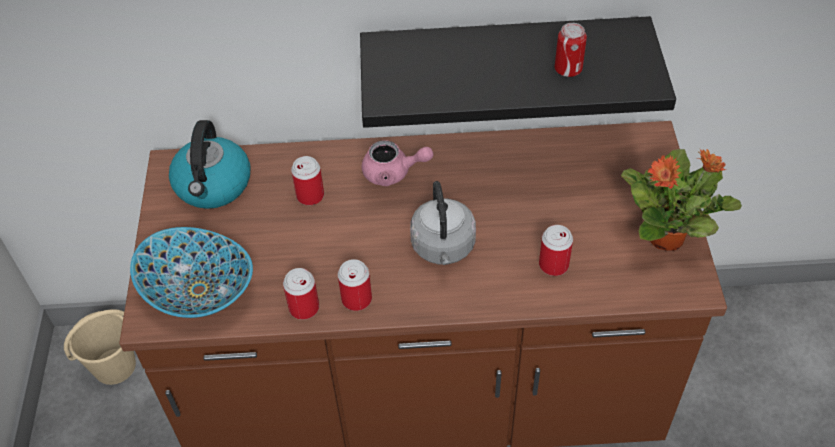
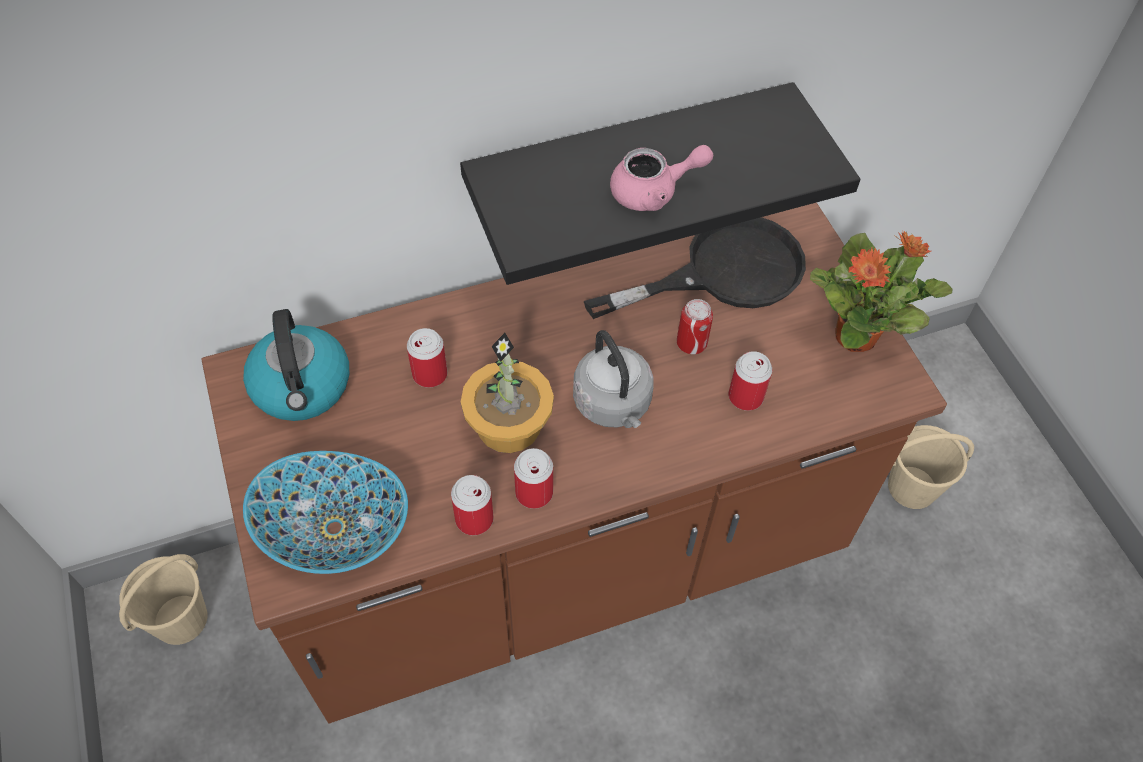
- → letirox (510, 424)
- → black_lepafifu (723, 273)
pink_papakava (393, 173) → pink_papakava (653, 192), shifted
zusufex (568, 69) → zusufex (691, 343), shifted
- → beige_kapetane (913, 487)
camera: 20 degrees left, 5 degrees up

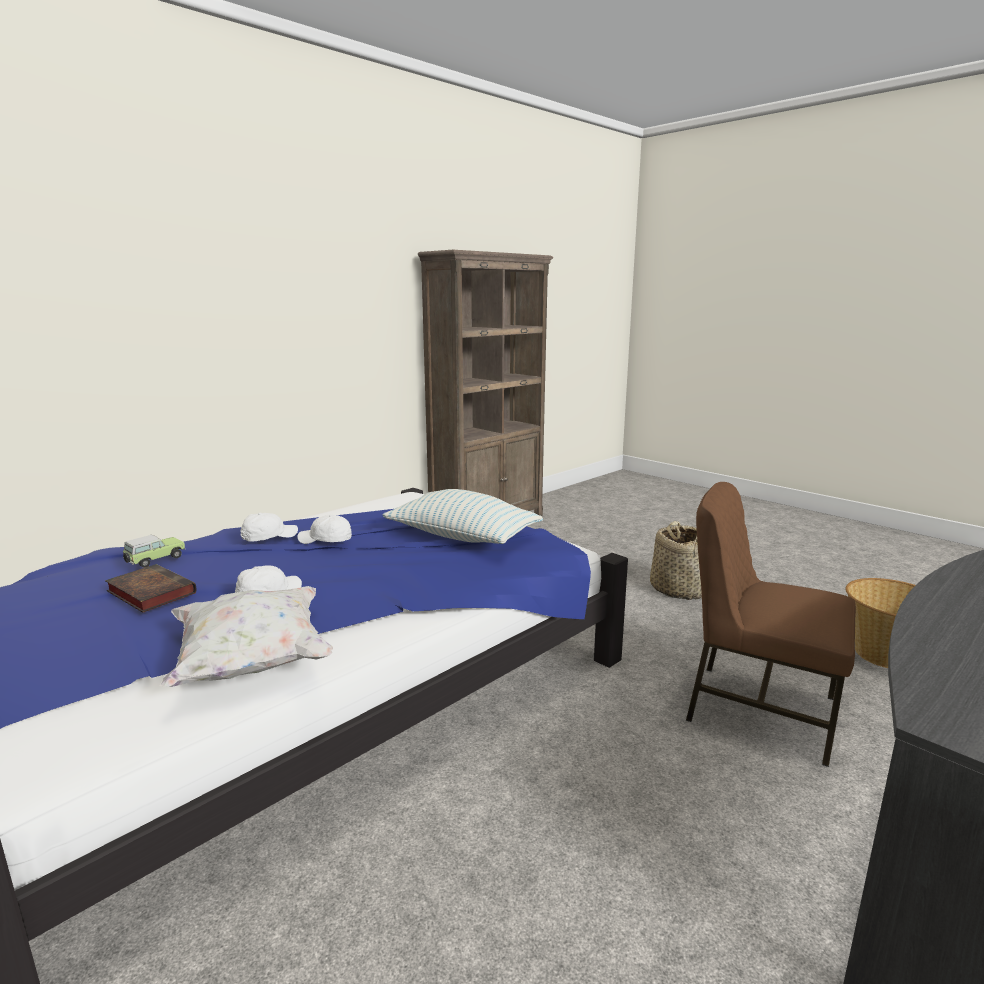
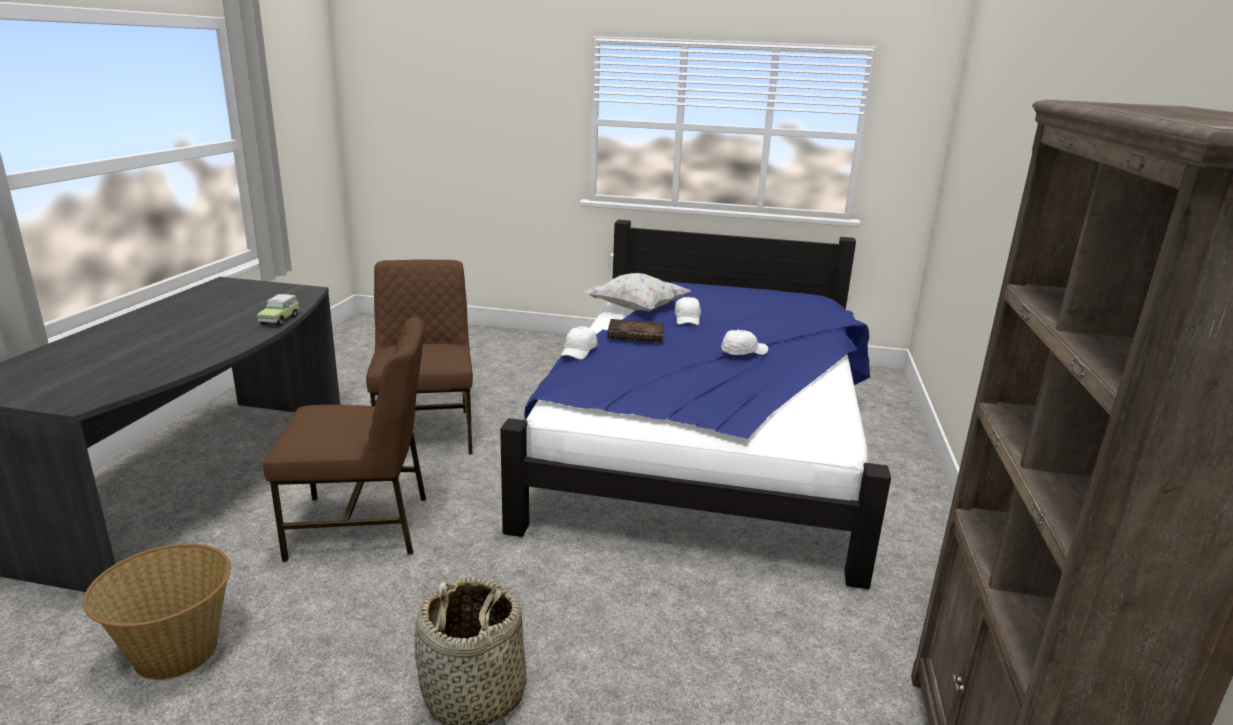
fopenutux (154, 560) → fopenutux (280, 319), shifted
- → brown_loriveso (427, 432)
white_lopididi (268, 537) → white_lopididi (579, 352), shifted
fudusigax (149, 592) → fudusigax (637, 334), shifted
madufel (462, 536) → -
camera: 145 degrees right, 5 degrees up

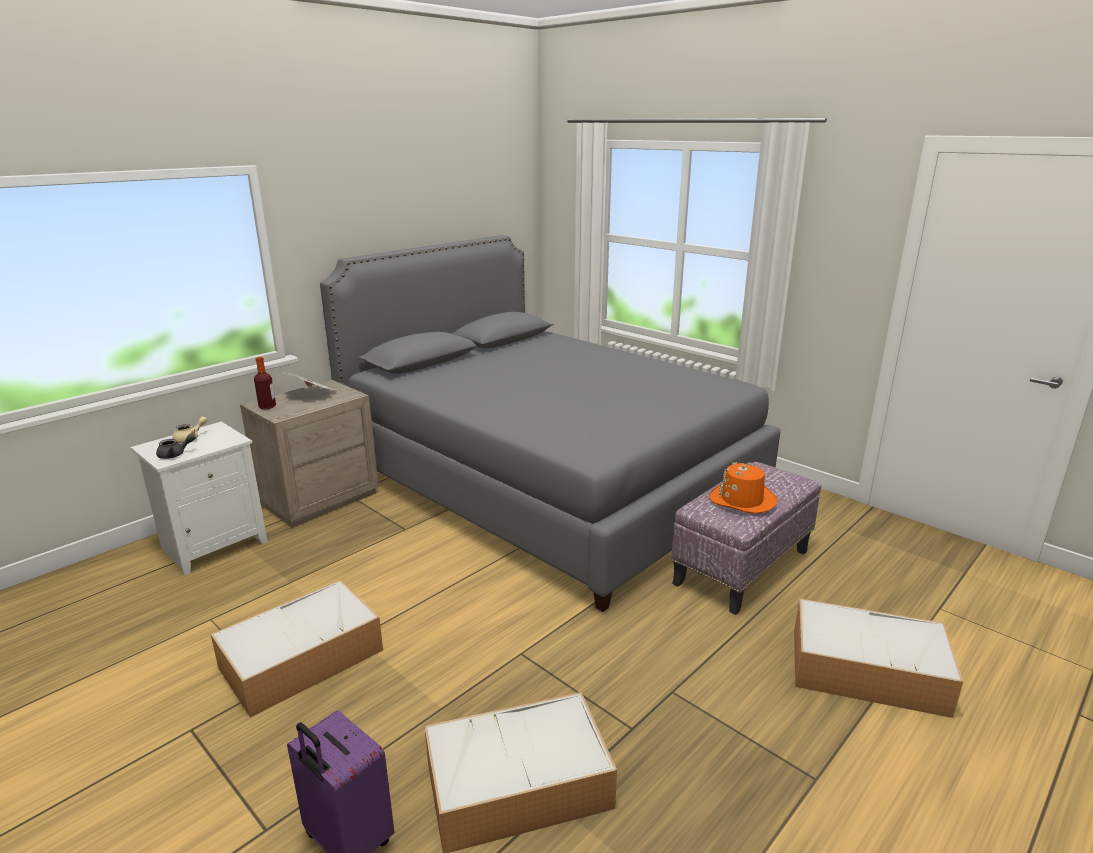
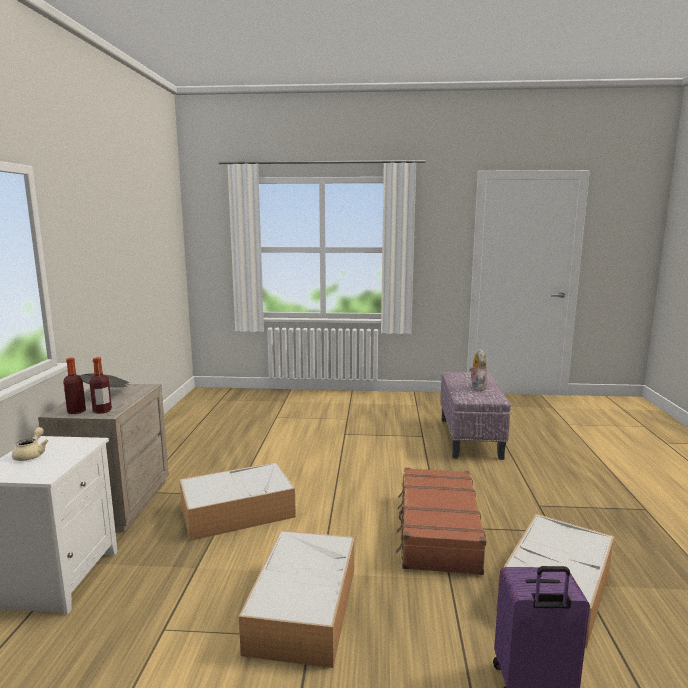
- → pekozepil (102, 411)
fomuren (869, 671) → fomuren (239, 511), shifted
- → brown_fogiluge (437, 531)
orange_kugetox (742, 500) → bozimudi (477, 387)
grey_papakava (175, 454) → -
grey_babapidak (548, 481) → -
camera: 40 degrees left, 10 degrees down

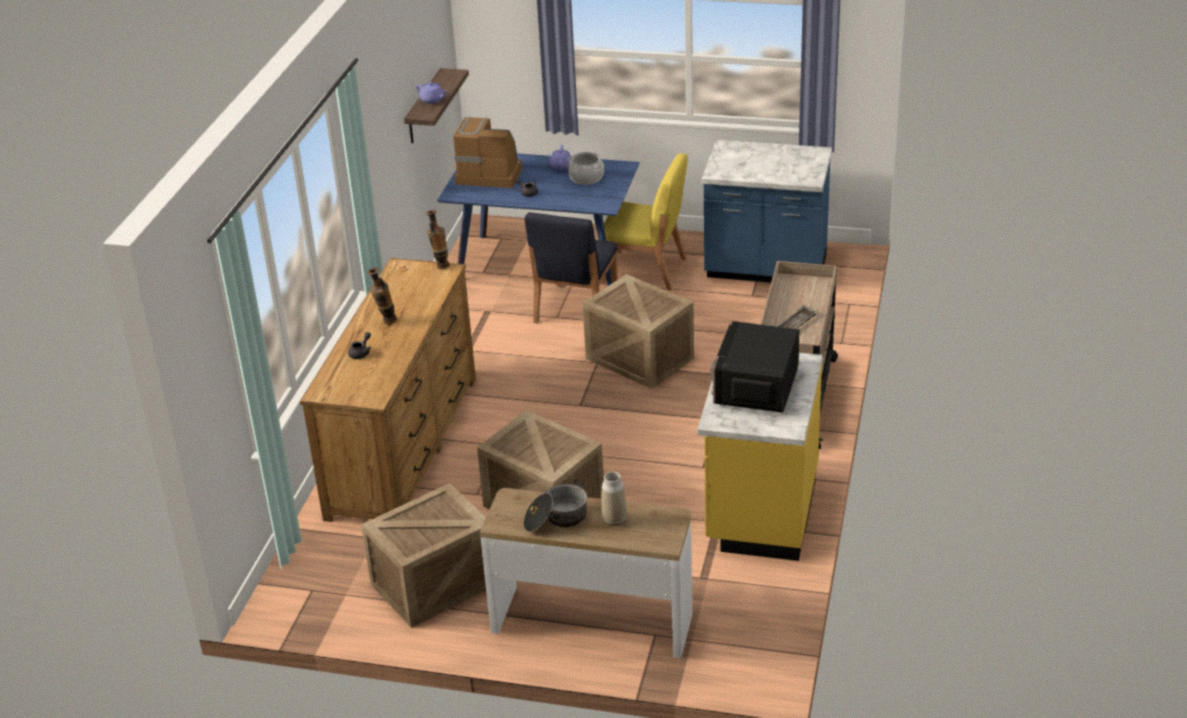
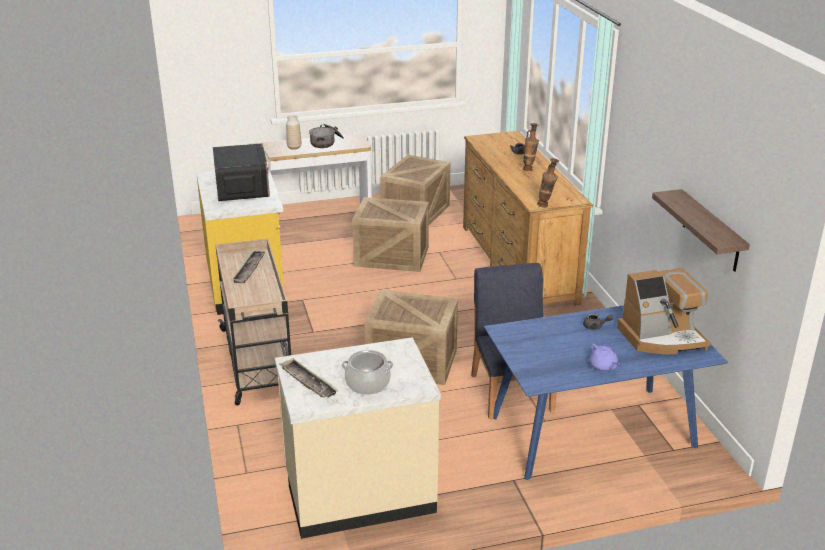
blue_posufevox (766, 269) → beige_posufevox (359, 493)
- → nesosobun (308, 382)
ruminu (586, 178) → ruminu (367, 384), shifted
purple_papakava (432, 100) → -
yellow_loriveso (645, 271) → -
camera: 150 degrees right, 5 degrees down

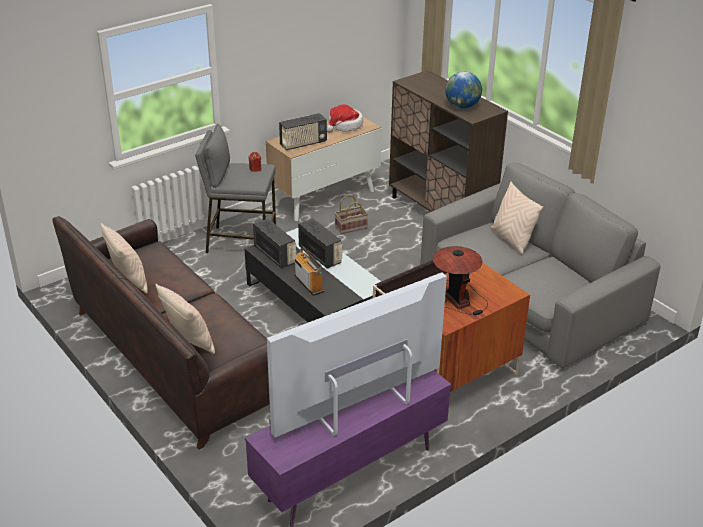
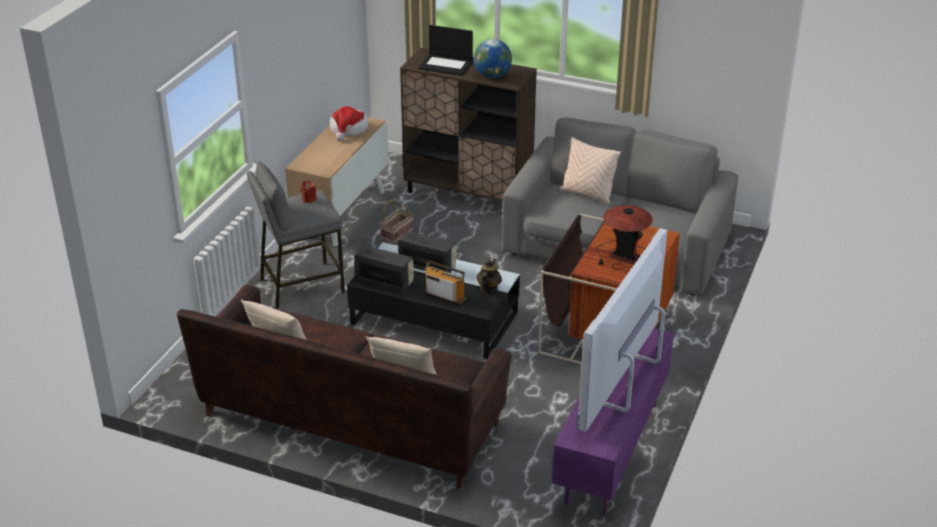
- → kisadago (446, 65)
- → papakava (488, 289)
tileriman (303, 144) → -
camera: 30 degrees left, 0 degrees up

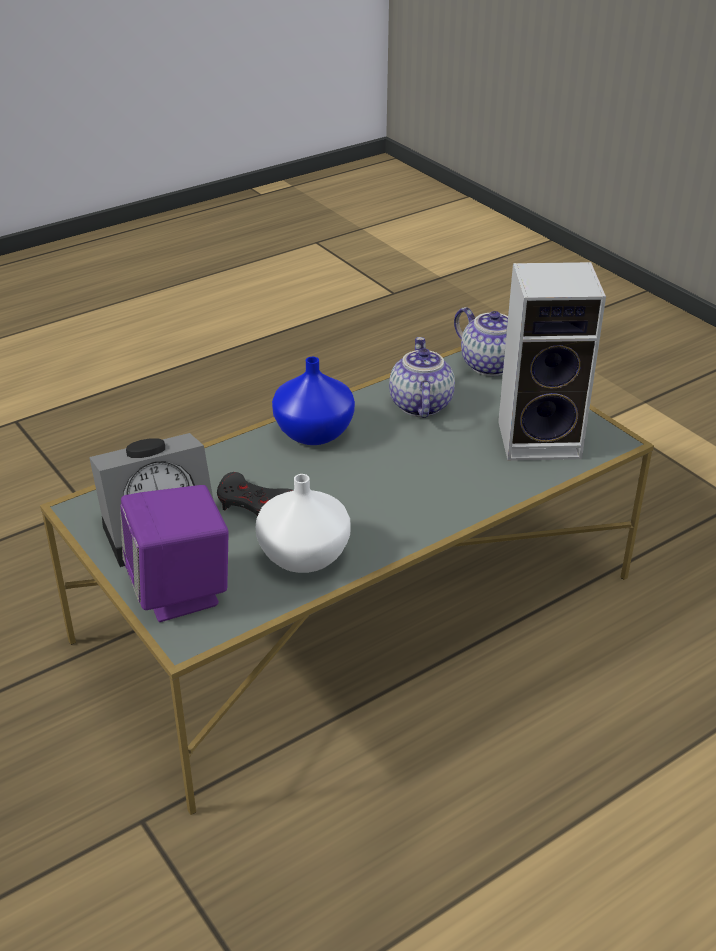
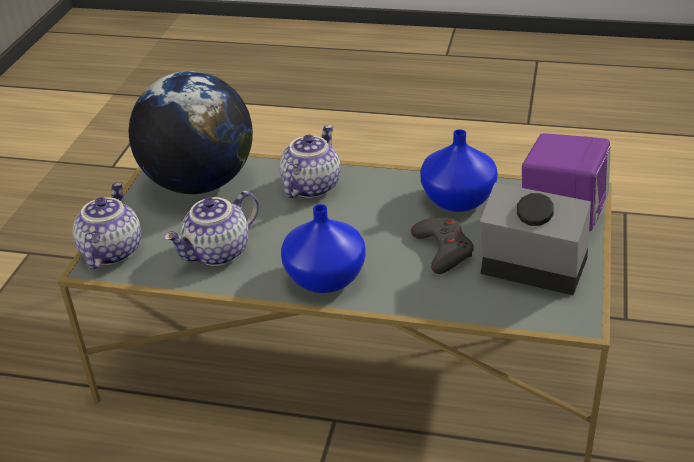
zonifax (542, 439) → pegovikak (199, 183)
- → papakava (310, 186)
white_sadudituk (302, 556) → blue_sadudituk (459, 200)
camera: 130 degrees left, 0 degrees up

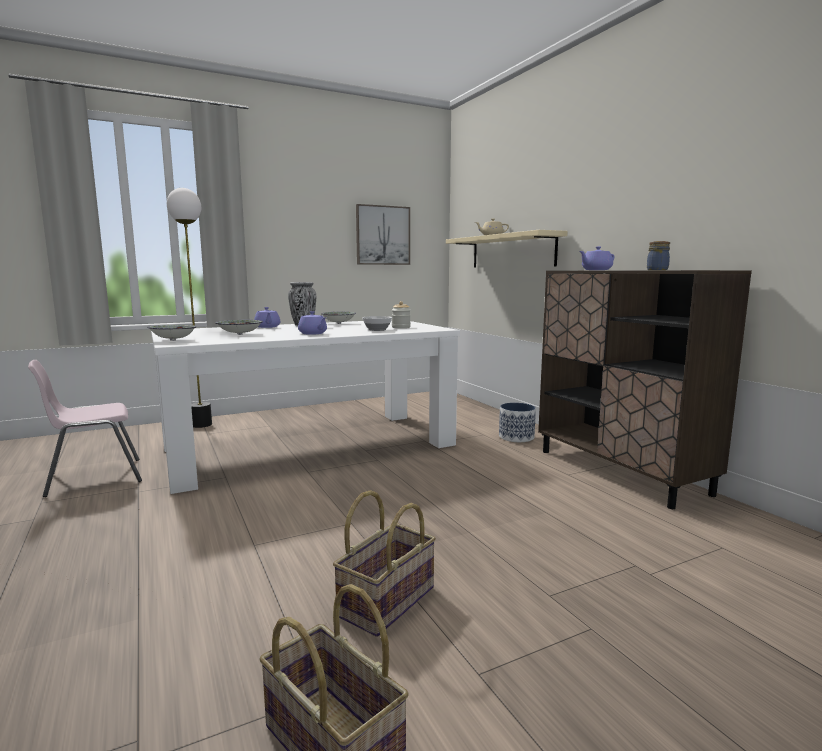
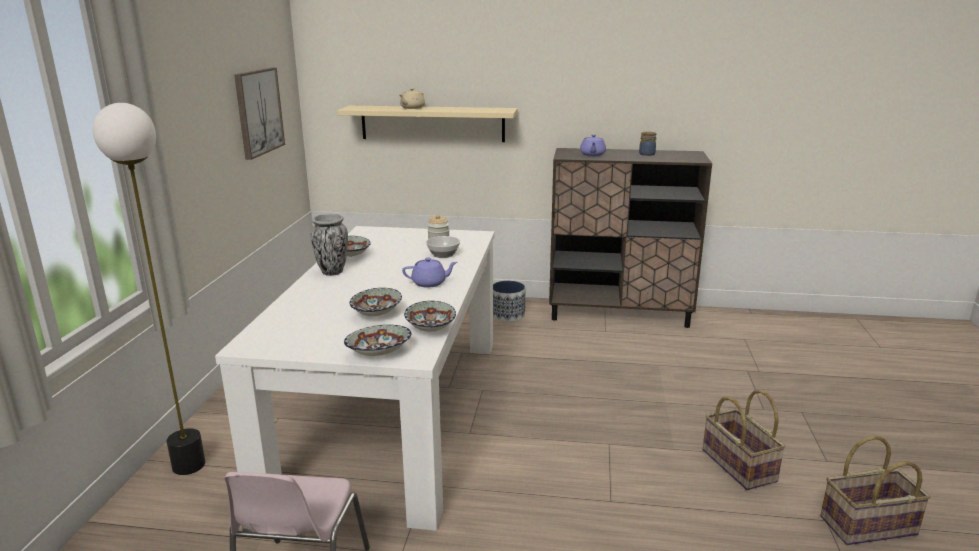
- → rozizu (430, 329)
purple_papakava (267, 327) → -
camera: 55 degrees left, 10 degrees up

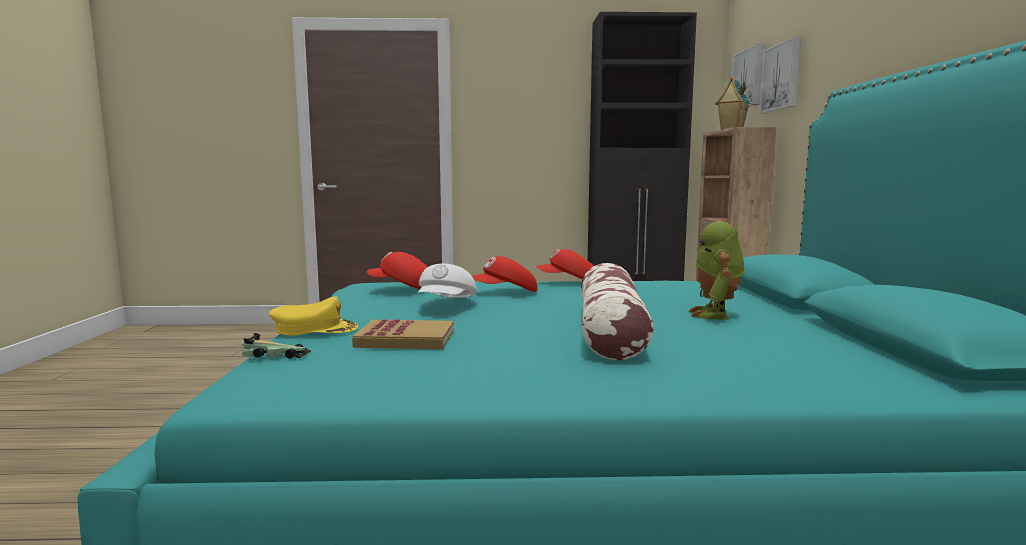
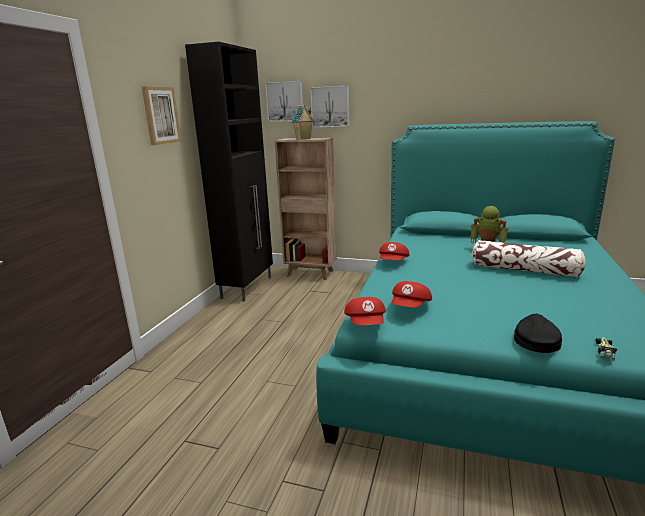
- → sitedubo (160, 115)
red_lopididi (505, 293) → red_lopididi (366, 324), shifted
yellow_lopididi (315, 328) → black_lopididi (535, 340)
fudusigax (405, 339) → -
white_lopididi (447, 304) → -
camera: 70 degrees left, 10 degrees up

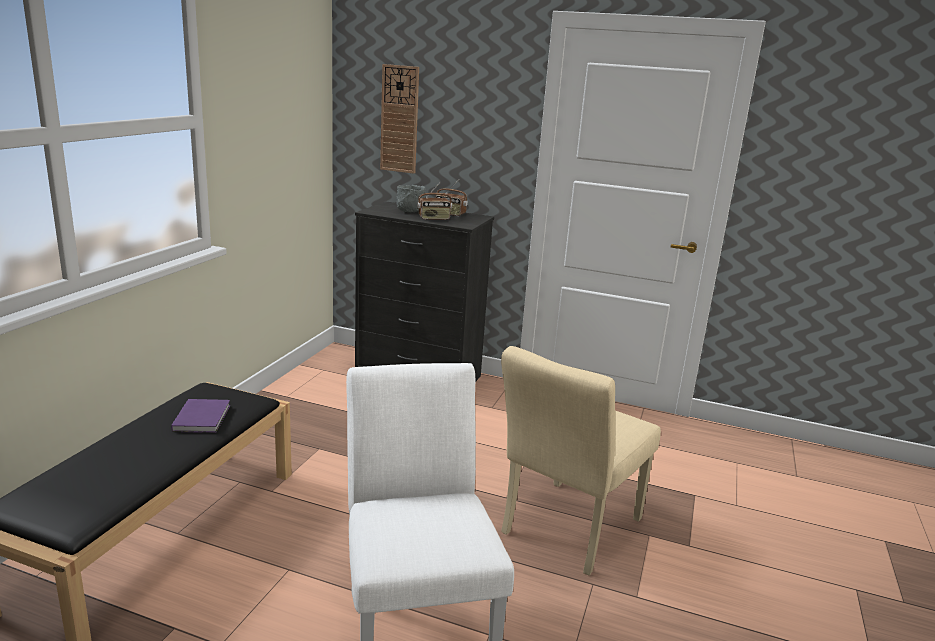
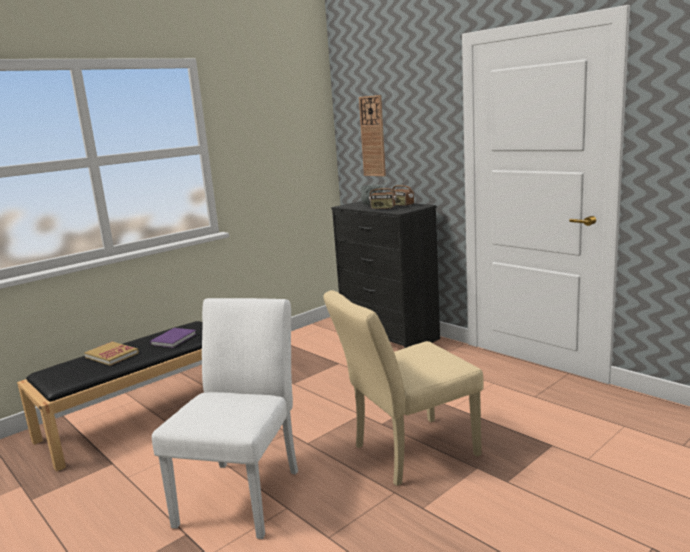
- → fudusigax (112, 355)
camera: 30 degrees right, 5 degrees down

